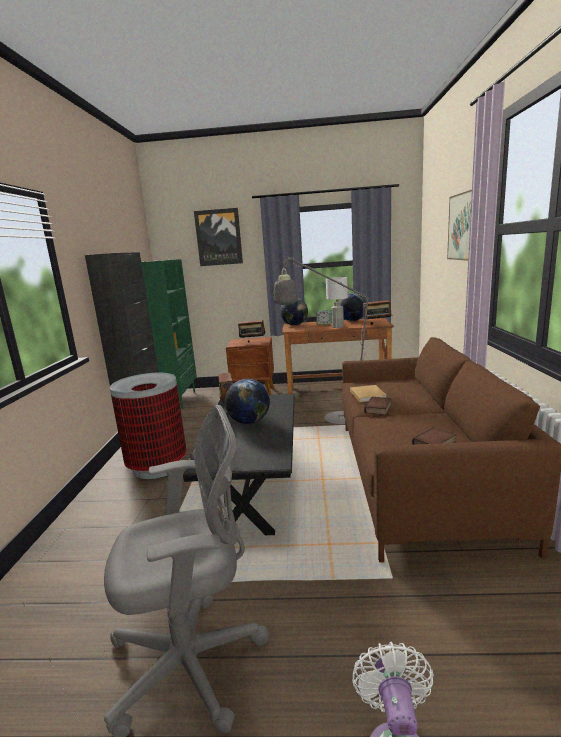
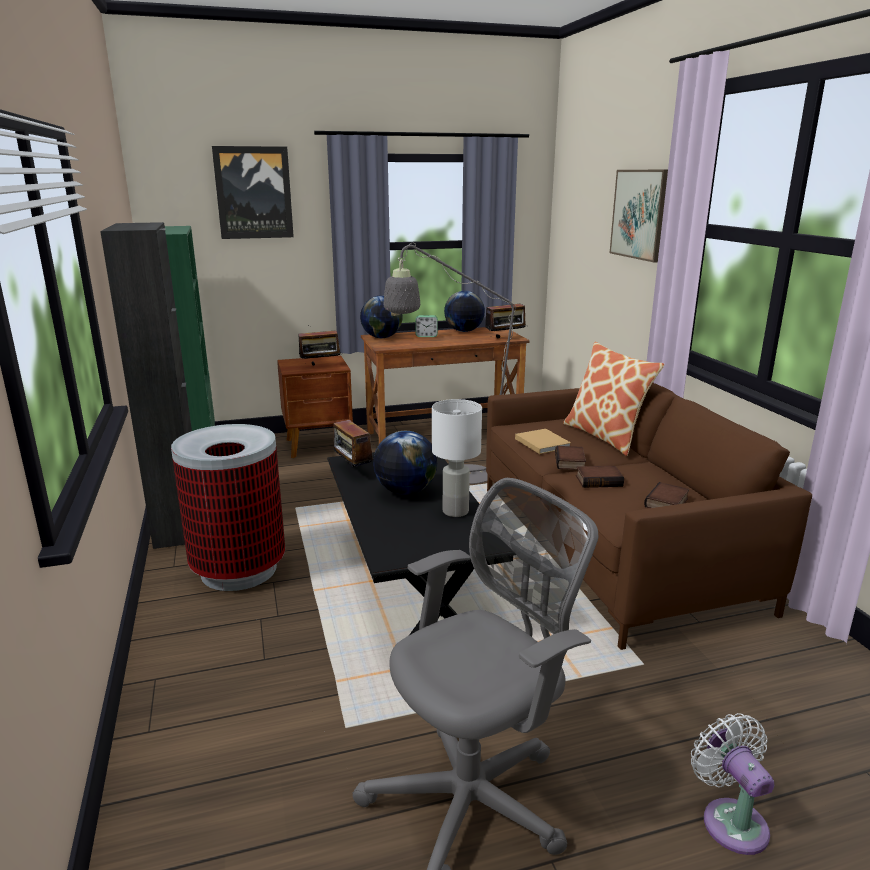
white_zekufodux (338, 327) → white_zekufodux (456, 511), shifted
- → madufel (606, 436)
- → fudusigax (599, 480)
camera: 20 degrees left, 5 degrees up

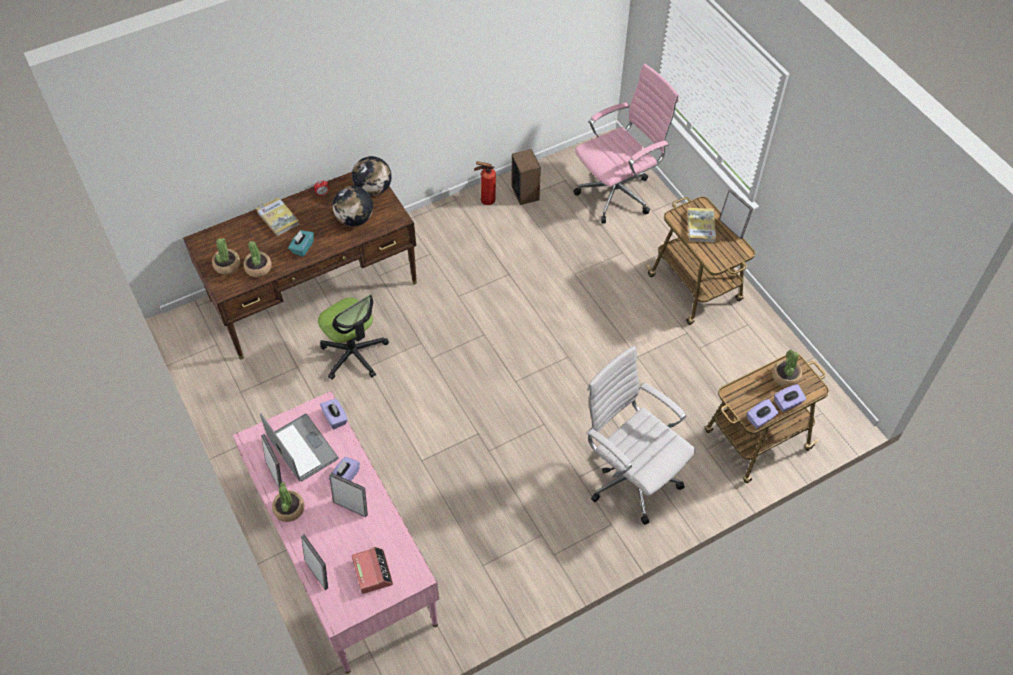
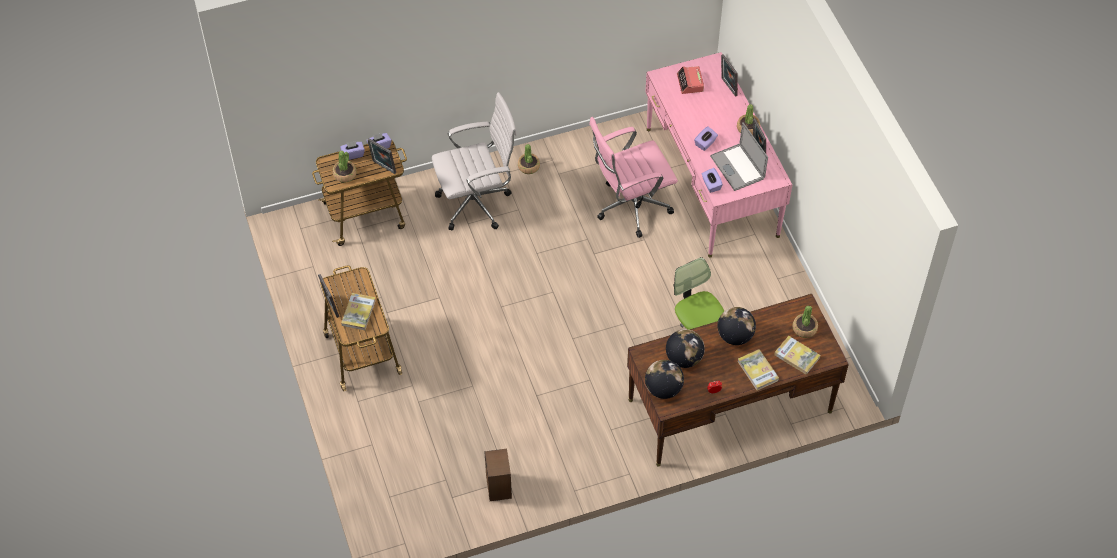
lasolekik (351, 506) → lasolekik (383, 168), shifted
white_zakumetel (630, 477) → white_zakumetel (477, 203), 75 degrees counterclockwise
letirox (258, 268) → letirox (528, 166), shifted
pink_zakumetel (618, 193) → pink_zakumetel (630, 207), shifted
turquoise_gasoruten (302, 248) → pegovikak (735, 336)
- → fudusigax (797, 356)
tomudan (485, 201) → -
camera: 170 degrees left, 0 degrees up

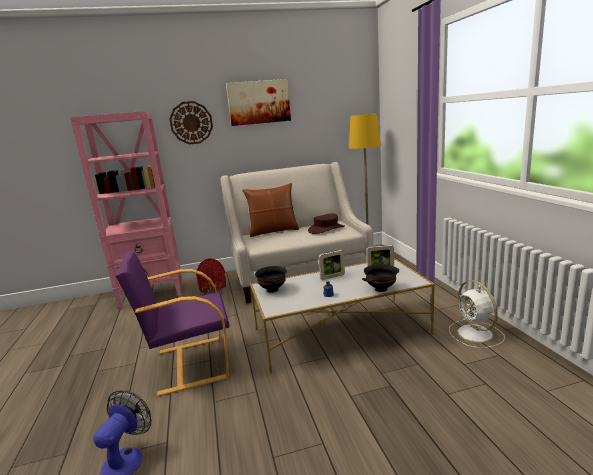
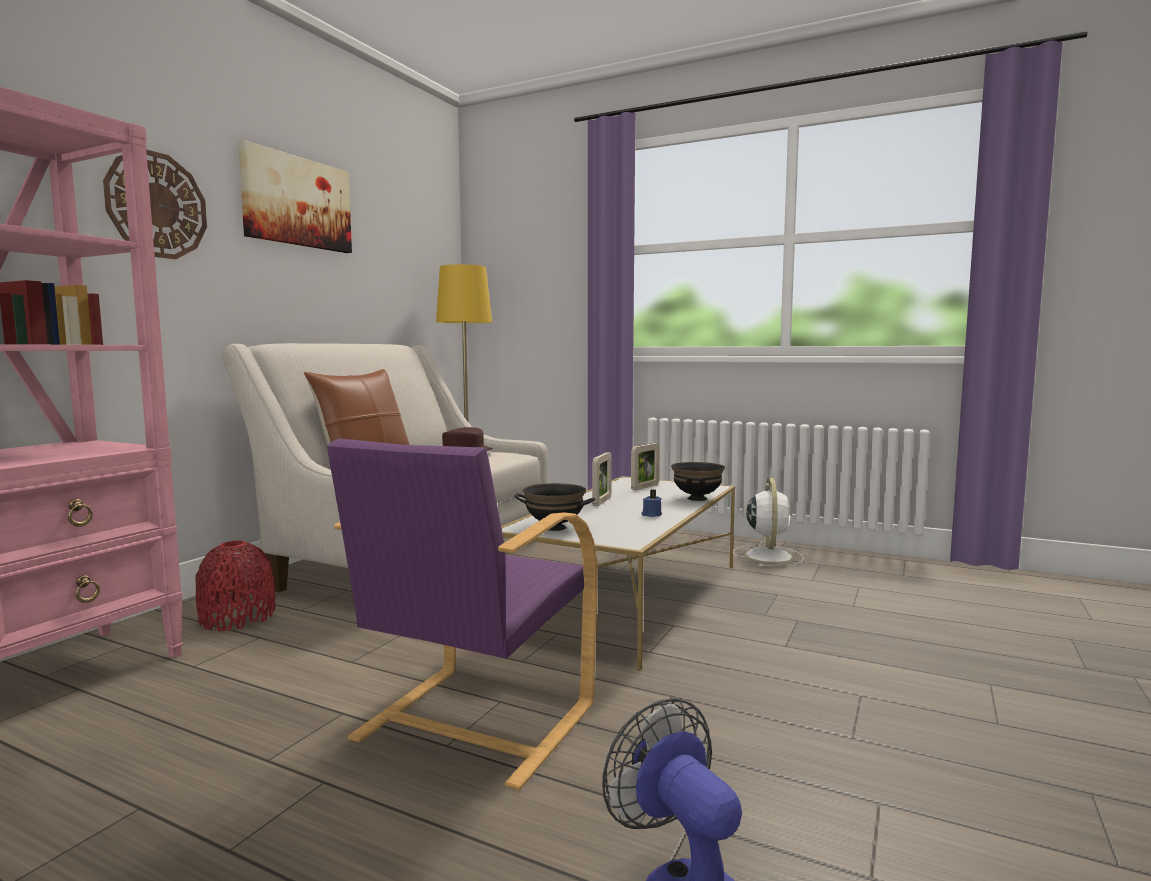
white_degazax (476, 334) → white_degazax (768, 555), 105 degrees counterclockwise
camera: 50 degrees left, 10 degrees down

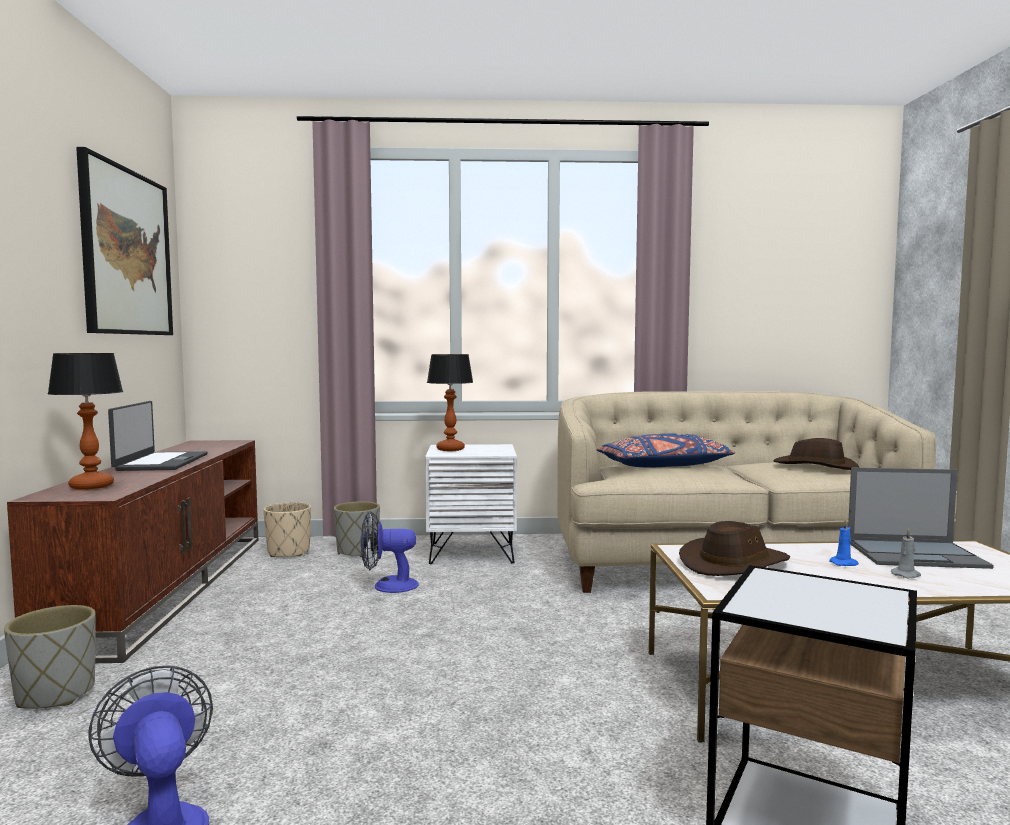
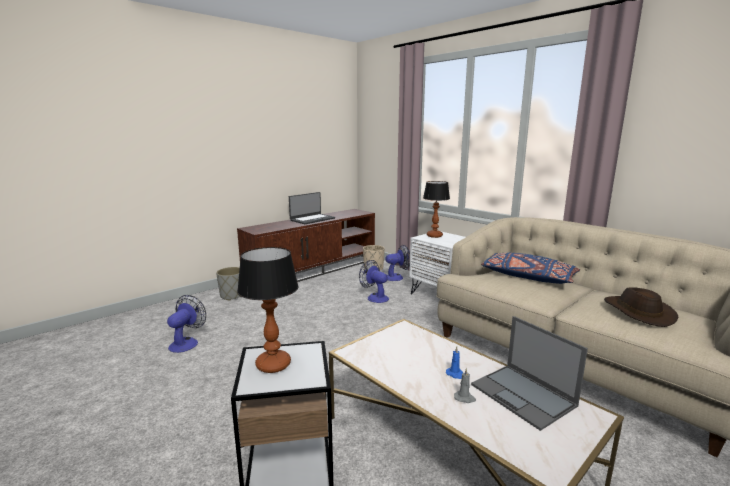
zekufodux (91, 486) → zekufodux (273, 365), shifted
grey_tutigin (357, 552) → degazax (397, 277)
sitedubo (126, 252) → -
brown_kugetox (734, 564) → -
camera: 50 degrees right, 10 degrees up

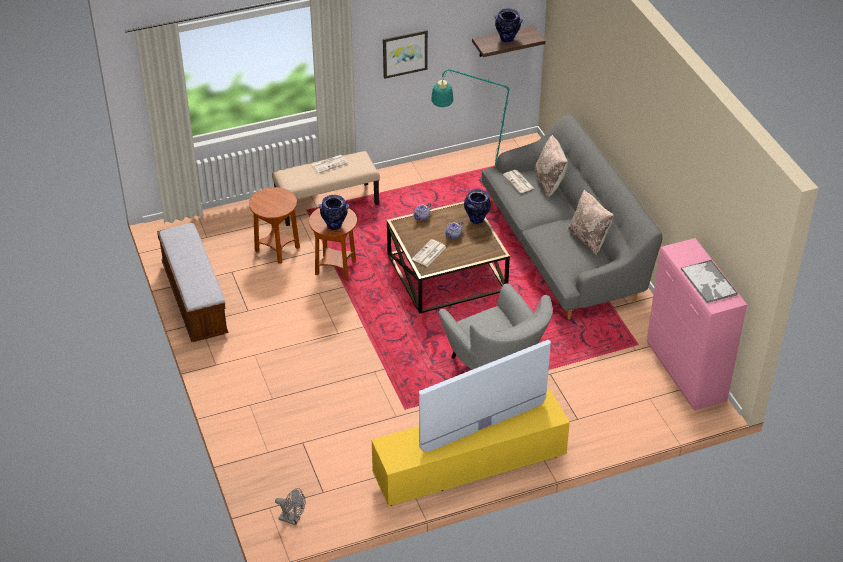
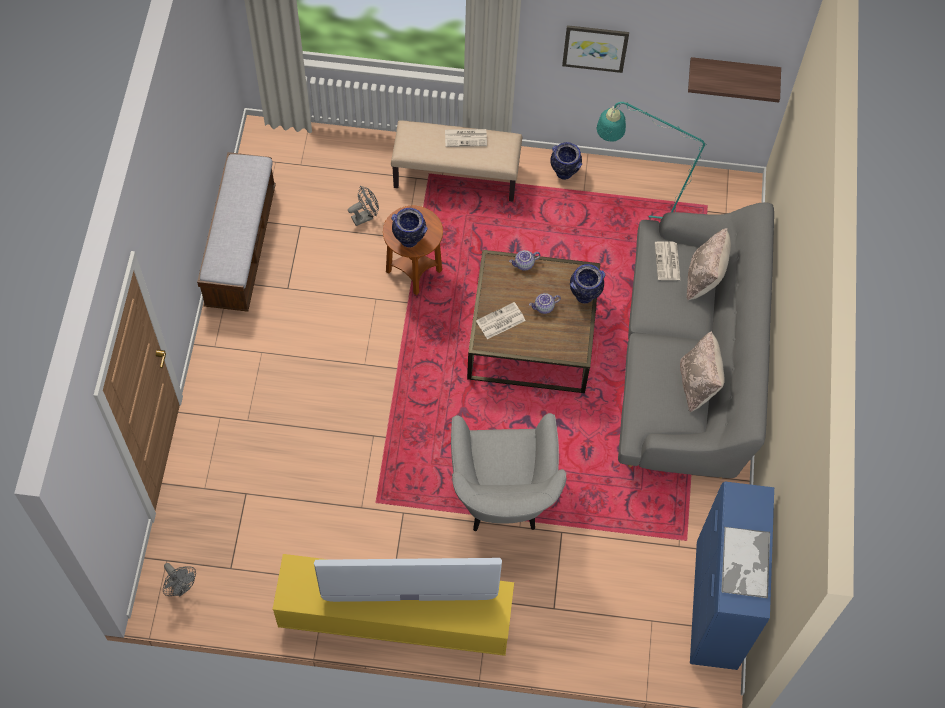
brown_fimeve (277, 249) → grey_degazax (365, 216)
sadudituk (507, 39) → sadudituk (564, 173), shifted
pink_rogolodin (686, 373) → blue_rogolodin (715, 607)
camera: 25 degrees right, 20 degrees up

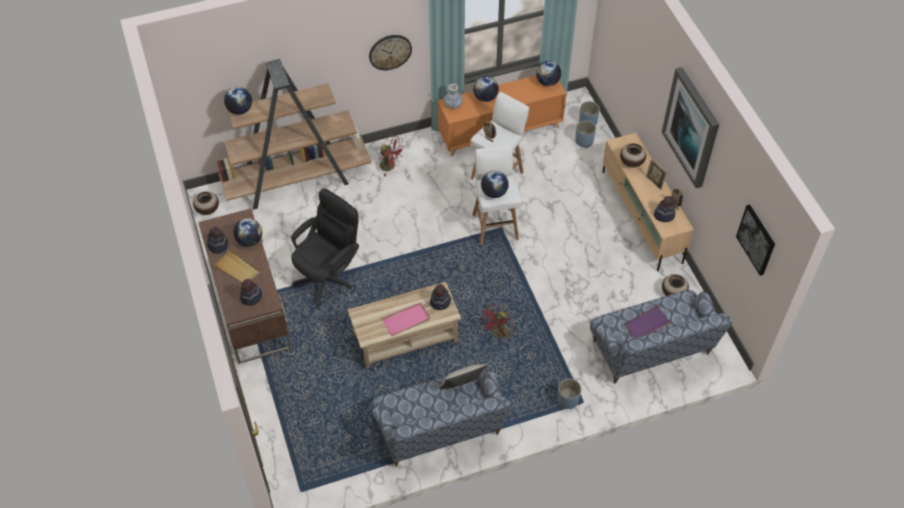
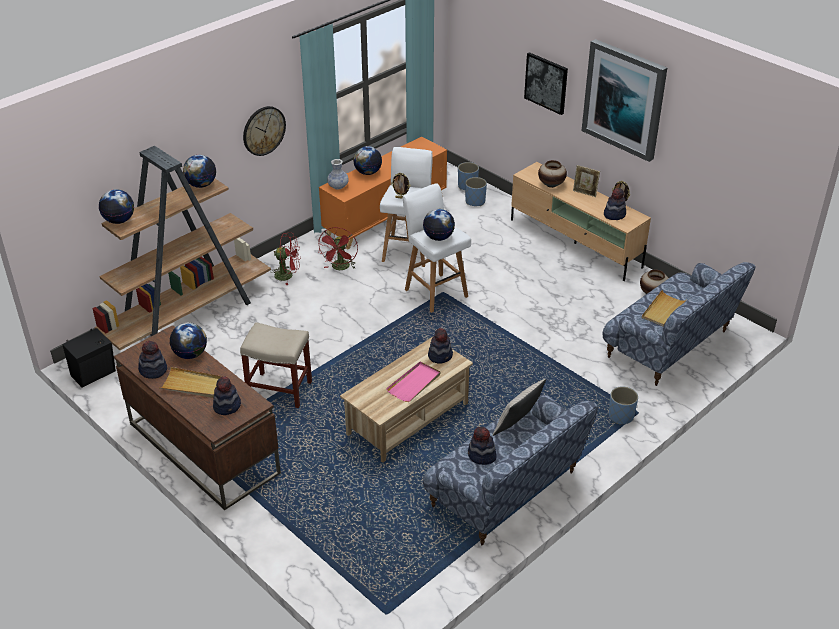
sadudituk (208, 210) → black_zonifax (95, 374)
pegovikak (547, 82) → pegovikak (201, 185), shifted
black_zakumetel (328, 275) → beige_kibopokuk (280, 390)
red_degazax (498, 334) → red_degazax (340, 268), shifted
- → kugetox (481, 456)
sitedubo (756, 239) → sitedubo (546, 83), shifted
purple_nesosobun (647, 324) → beige_nesosobun (663, 310)
camera: 25 degrees left, 15 degrees down

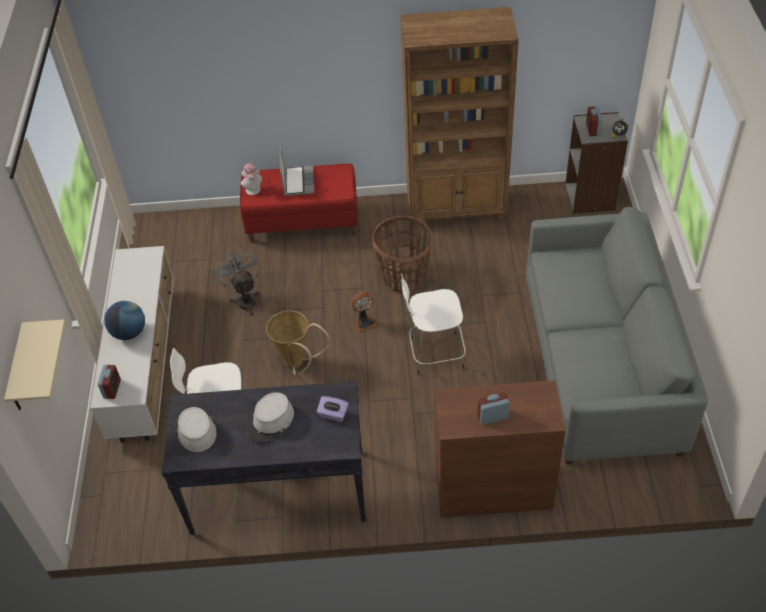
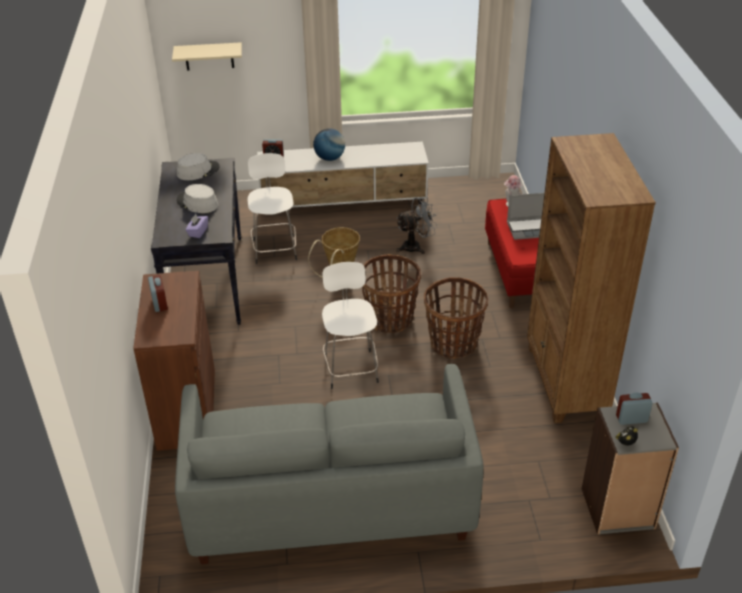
degazax (364, 322) → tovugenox (390, 319)
camera: 85 degrees right, 10 degrees down

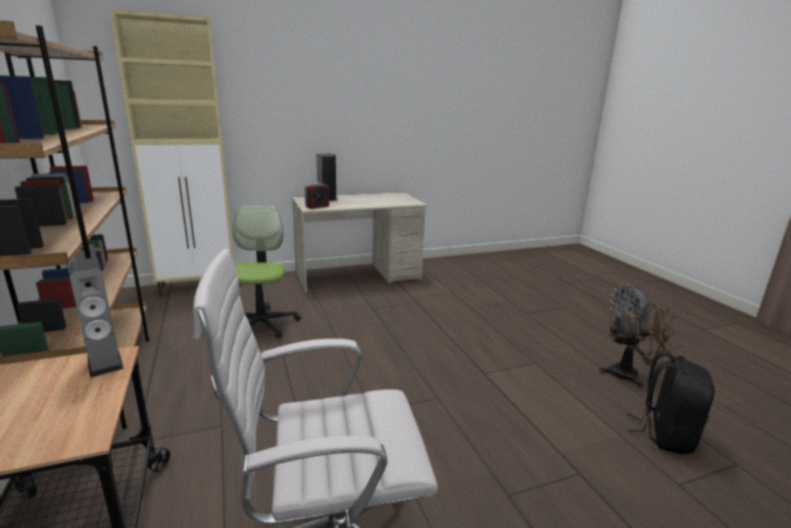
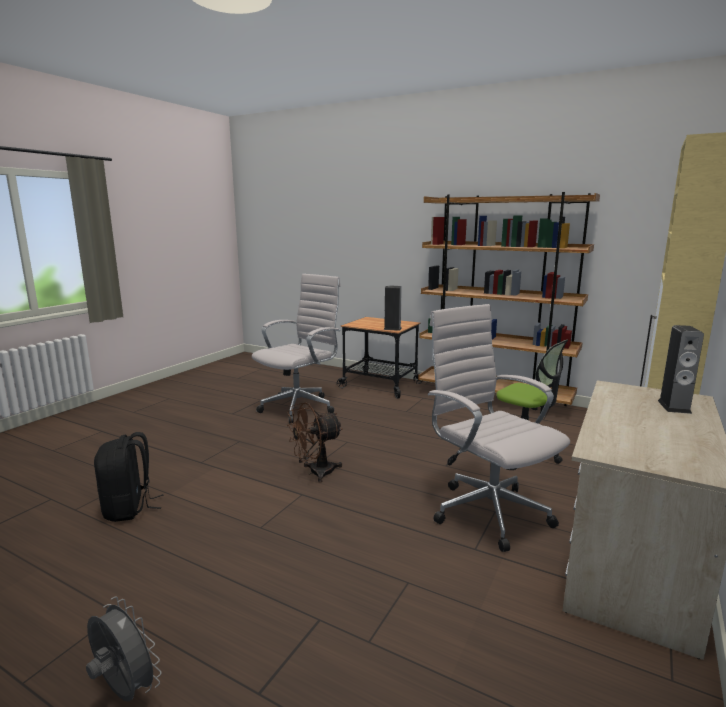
brown_degazax (631, 375) → brown_degazax (315, 473), shifted
- → white_zakumetel (486, 510)
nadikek (317, 206) → -
camera: 140 degrees right, 5 degrees down

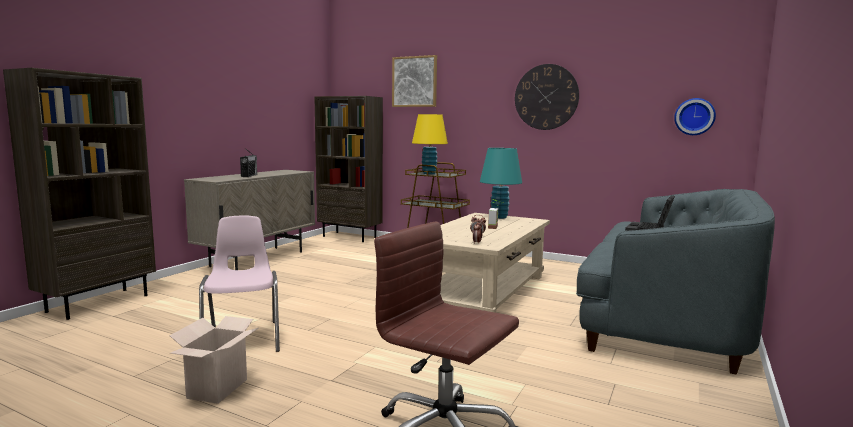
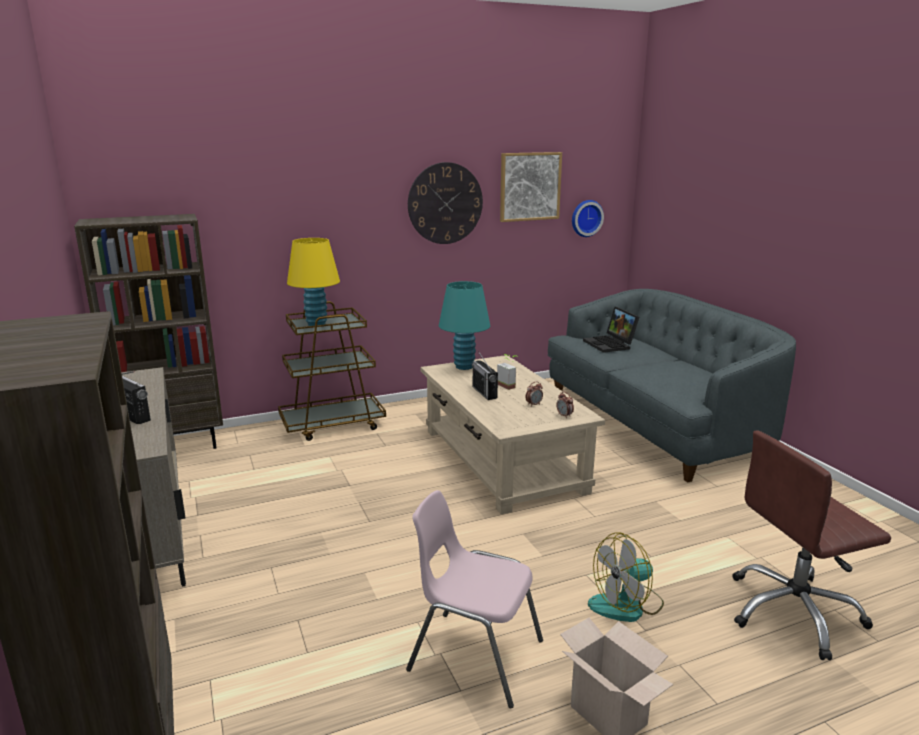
- → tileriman (484, 392)
sitedubo (414, 81) → sitedubo (530, 186), shifted
- → degazax (626, 605)
camera: 50 degrees left, 10 degrees up

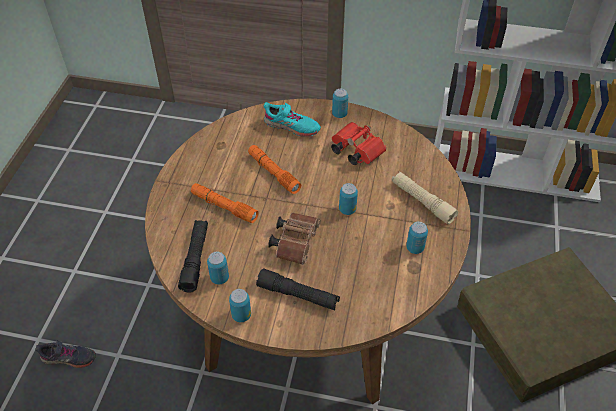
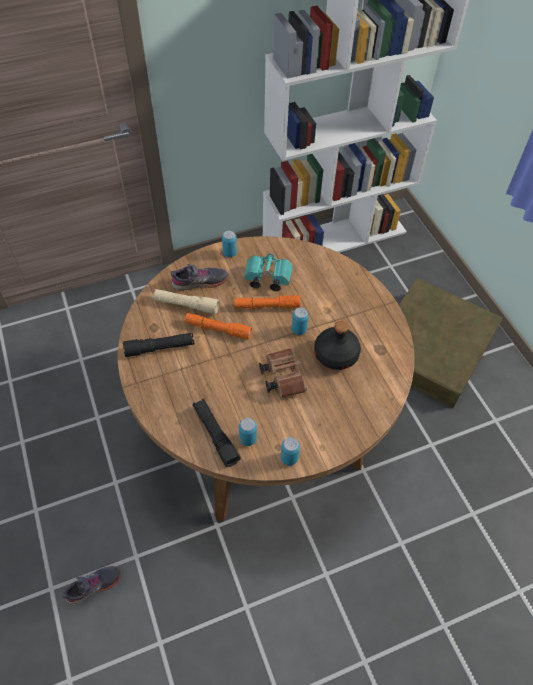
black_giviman (298, 295) → black_giviman (160, 348), shifted
beige_giviman (422, 201) → beige_giviman (185, 305), shifted
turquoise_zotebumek (292, 126) → grey_zotebumek (200, 282)
orange_giviman (224, 207) → orange_giviman (267, 306), shifted
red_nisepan (355, 150) → turquoise_nisepan (266, 278)
- → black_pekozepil (336, 355)
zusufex (415, 248) → -
camera: 35 degrees left, 5 degrees up

